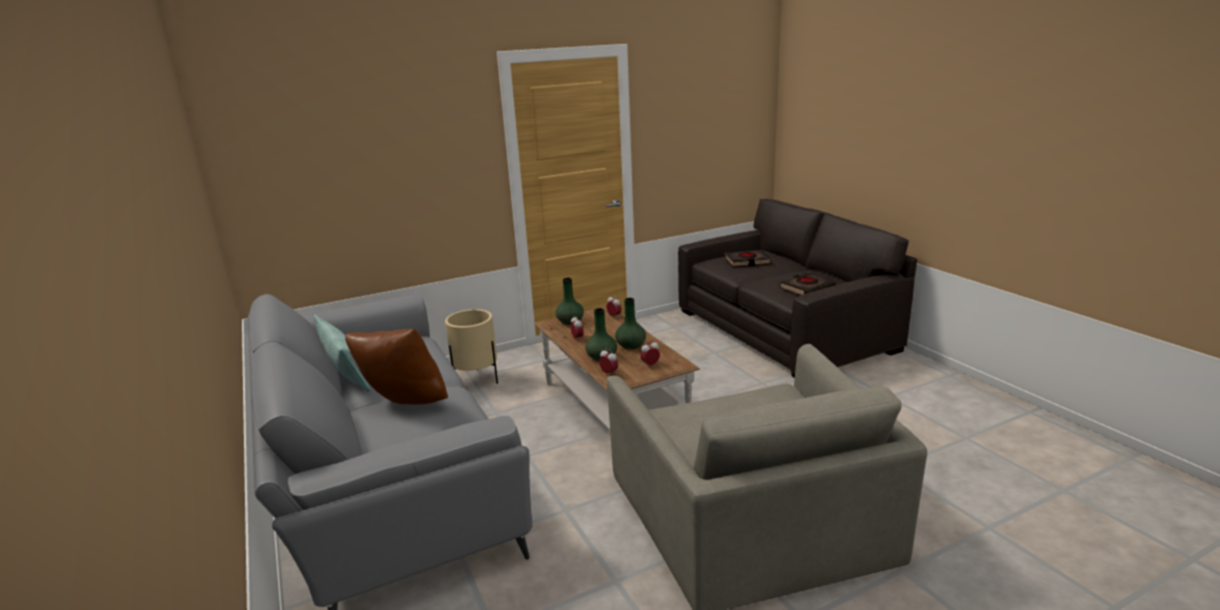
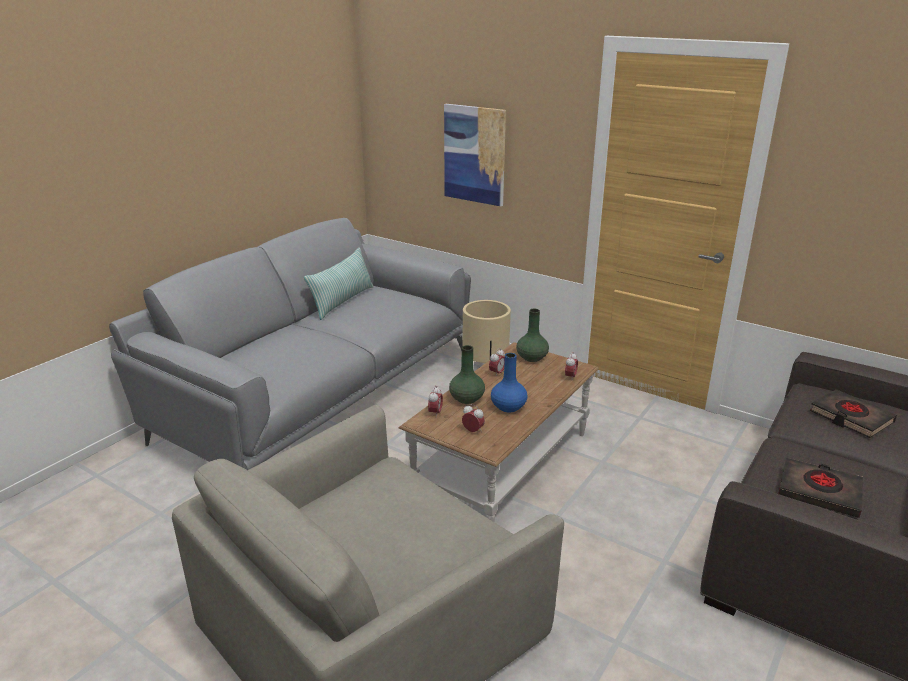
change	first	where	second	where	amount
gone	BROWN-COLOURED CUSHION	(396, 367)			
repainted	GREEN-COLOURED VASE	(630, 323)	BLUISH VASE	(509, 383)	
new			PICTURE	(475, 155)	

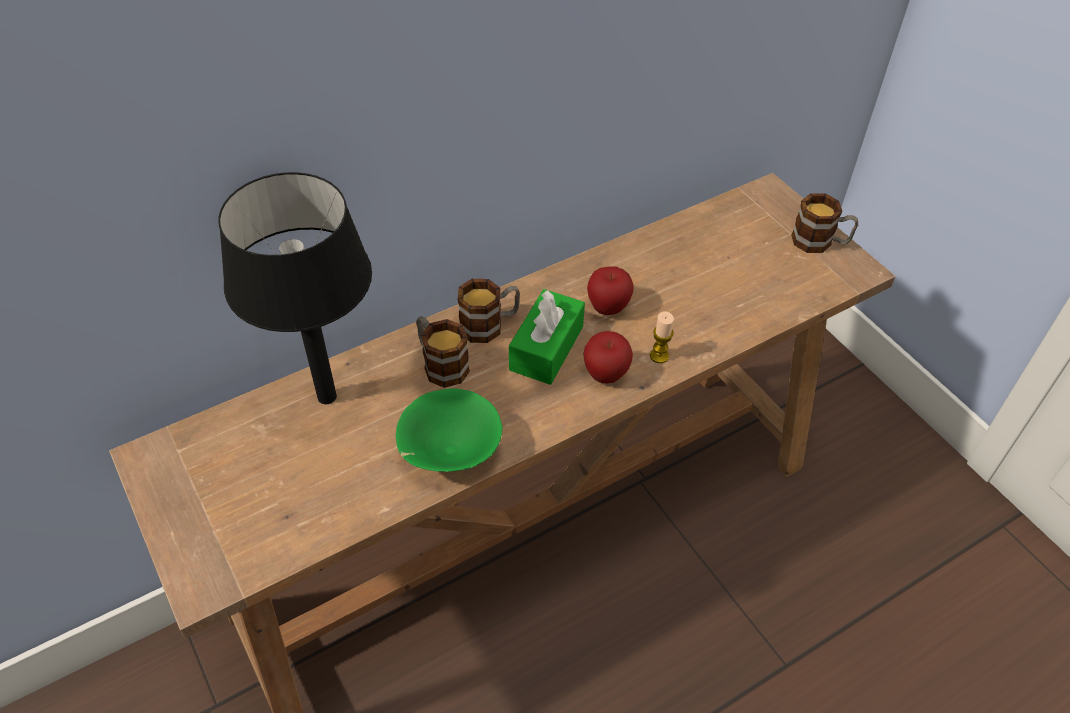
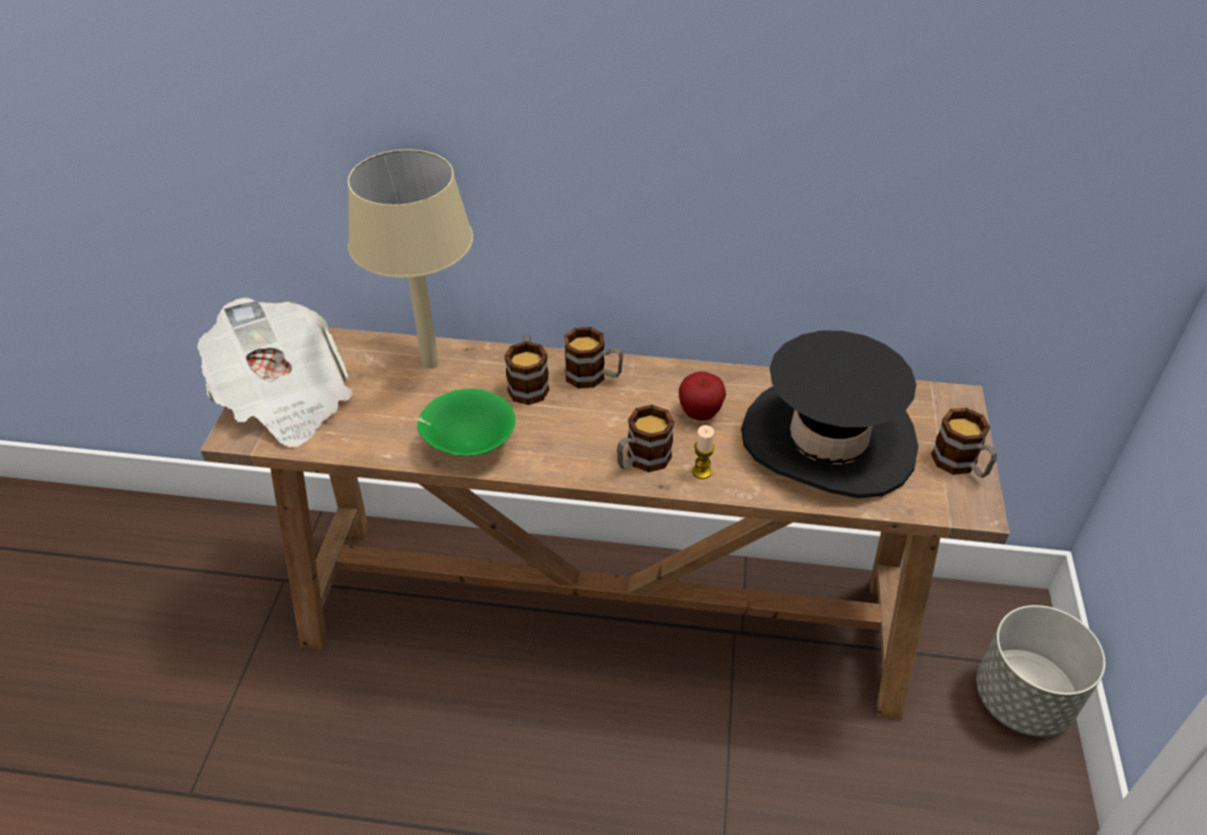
change	first	where	second	where	amount
repainted	BLACK TABLE LAMP	(295, 288)	SAND-COLOURED TABLE LAMP	(410, 259)	
gone	GREEN-COLOURED BOX OF TISSUES	(547, 337)			
swapped	WHOLE APPLE	(608, 357)	MUG	(645, 438)	
new			PRINTED PAPER	(275, 372)	
new			BLACK CLOTHING HAT	(829, 414)	
new			GRAY PLANT POT	(1040, 671)	

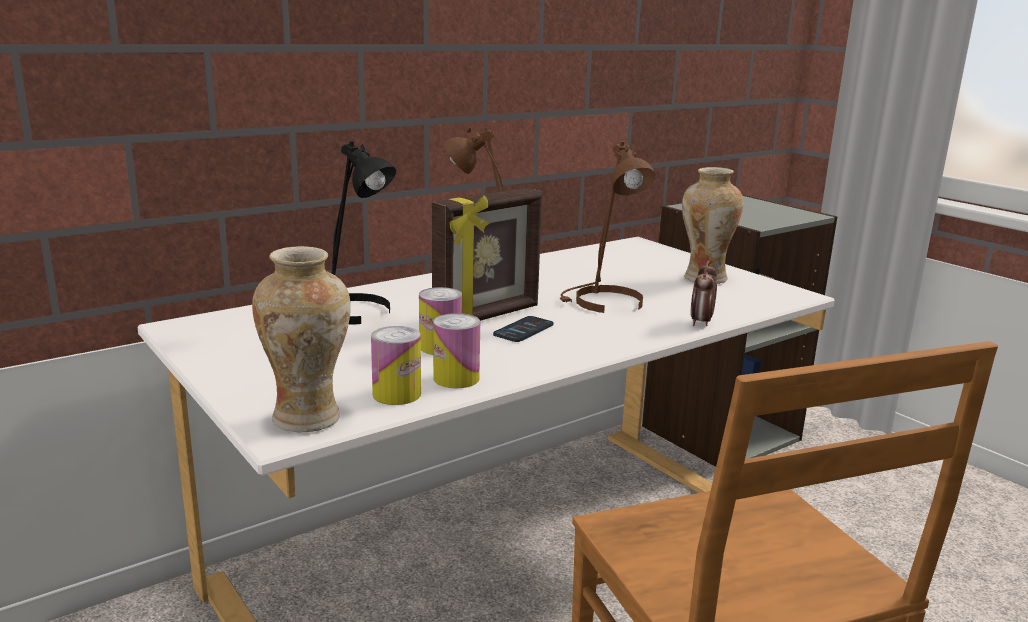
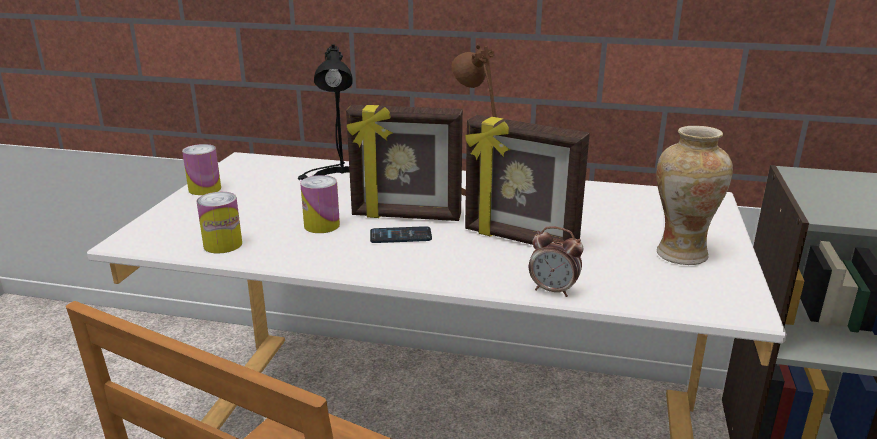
change	first	where	second	where	amount
gone	VASE	(301, 339)			
shifted	METAL CAN	(456, 350)		(201, 169)	
swapped	BROWN-COLOURED TABLE LAMP	(608, 227)	PHOTO FRAME	(527, 180)	
rotated	TABLE CLOCK	(703, 293)		(556, 261)	135 degrees counterclockwise

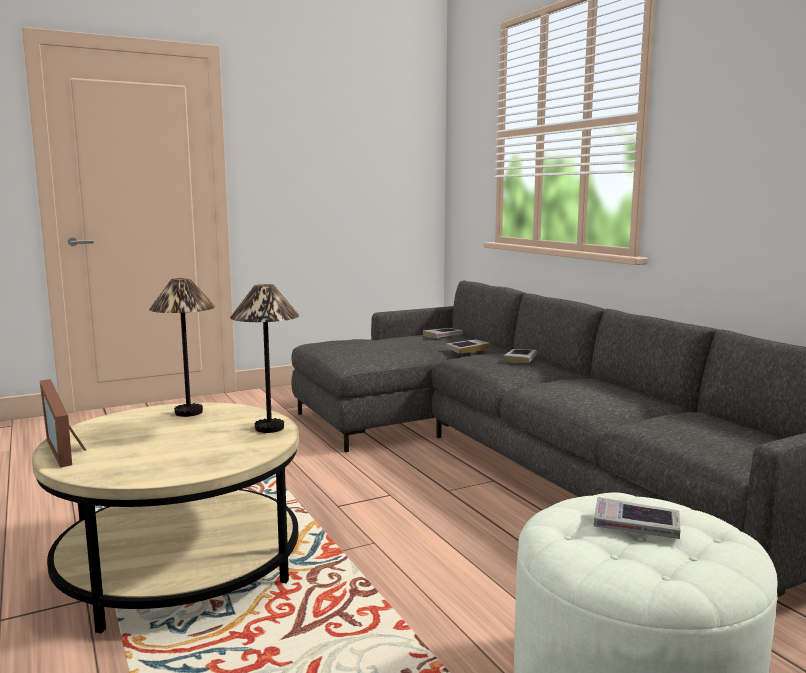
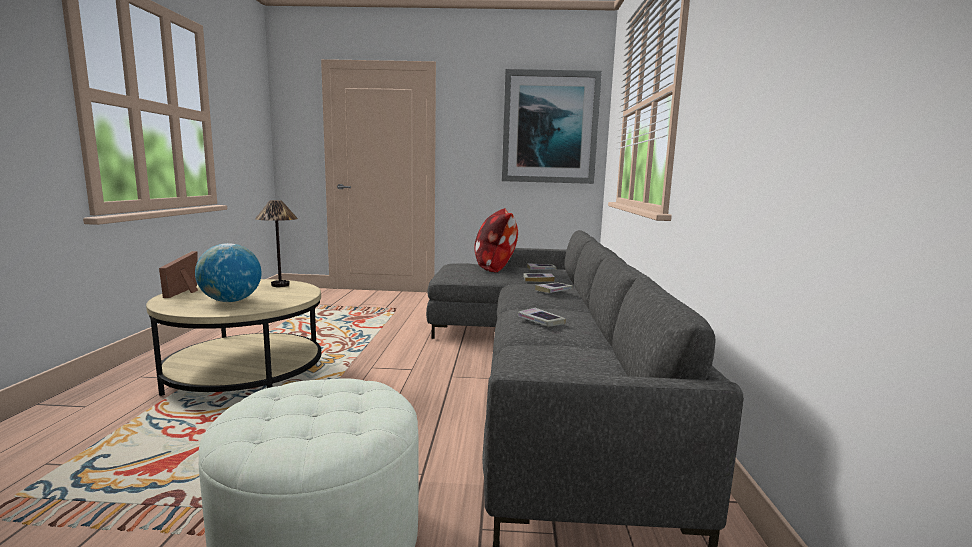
change	first	where	second	where	amount
gone	TABLE LAMP	(265, 358)			
shifted	BOUND BOOK	(637, 518)		(542, 317)	
new			DESK GLOBE	(228, 272)	
new			CUSHION	(496, 240)	
new			PICTURE	(552, 126)	

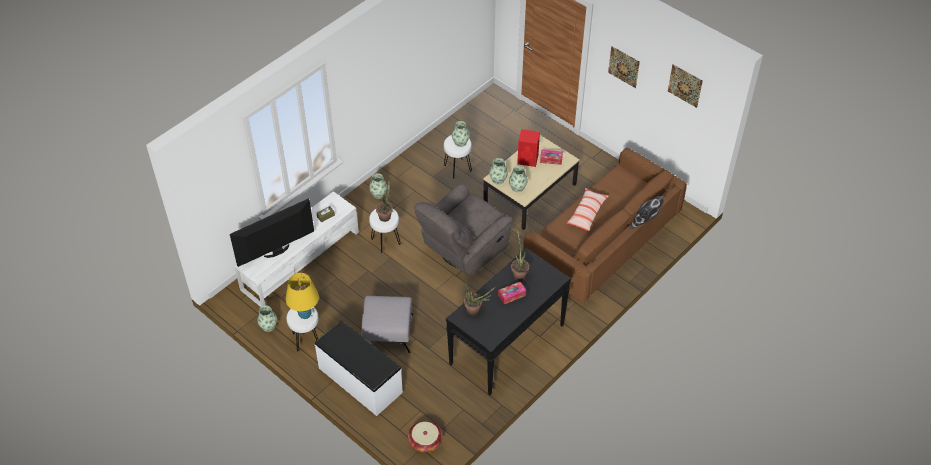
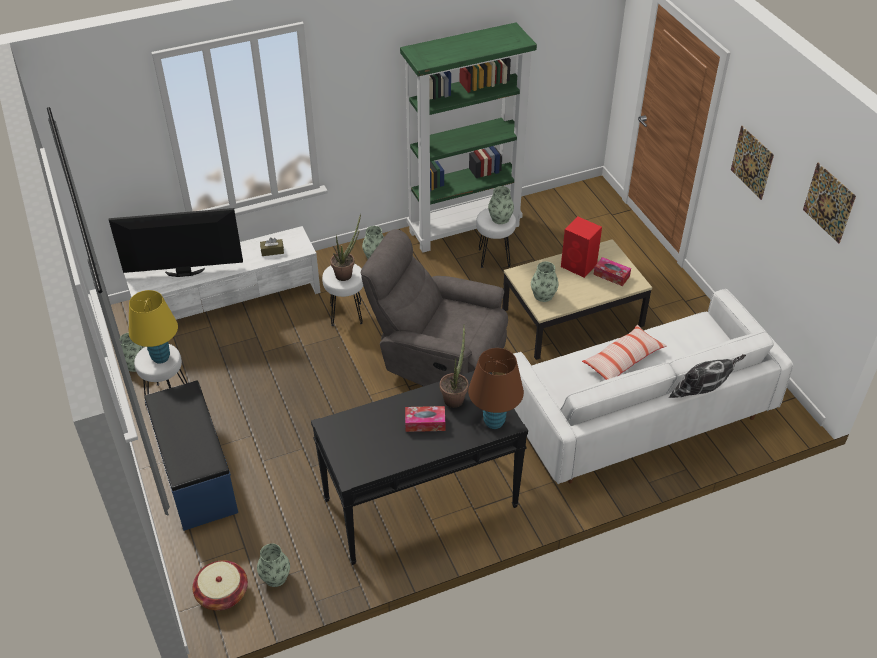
change	first	where	second	where	amount
repainted	WHITISH INDOOR BENCH	(359, 368)	BLUISH INDOOR BENCH	(191, 456)	
gone	GRAY POUFFE	(387, 324)			
rotated	GRAY EASY CHAIR	(463, 230)		(434, 307)	45 degrees clockwise
gone	PLANT IN A POT	(479, 299)			
shifted	VASE	(498, 171)		(273, 565)	
repainted	BROWN-COLOURED COUCH	(605, 225)	WHITISH COUCH	(653, 386)	
new			GREEN-COLOURED SHELVING UNIT	(468, 138)	
new			BROWN-COLOURED TABLE LAMP	(496, 388)	

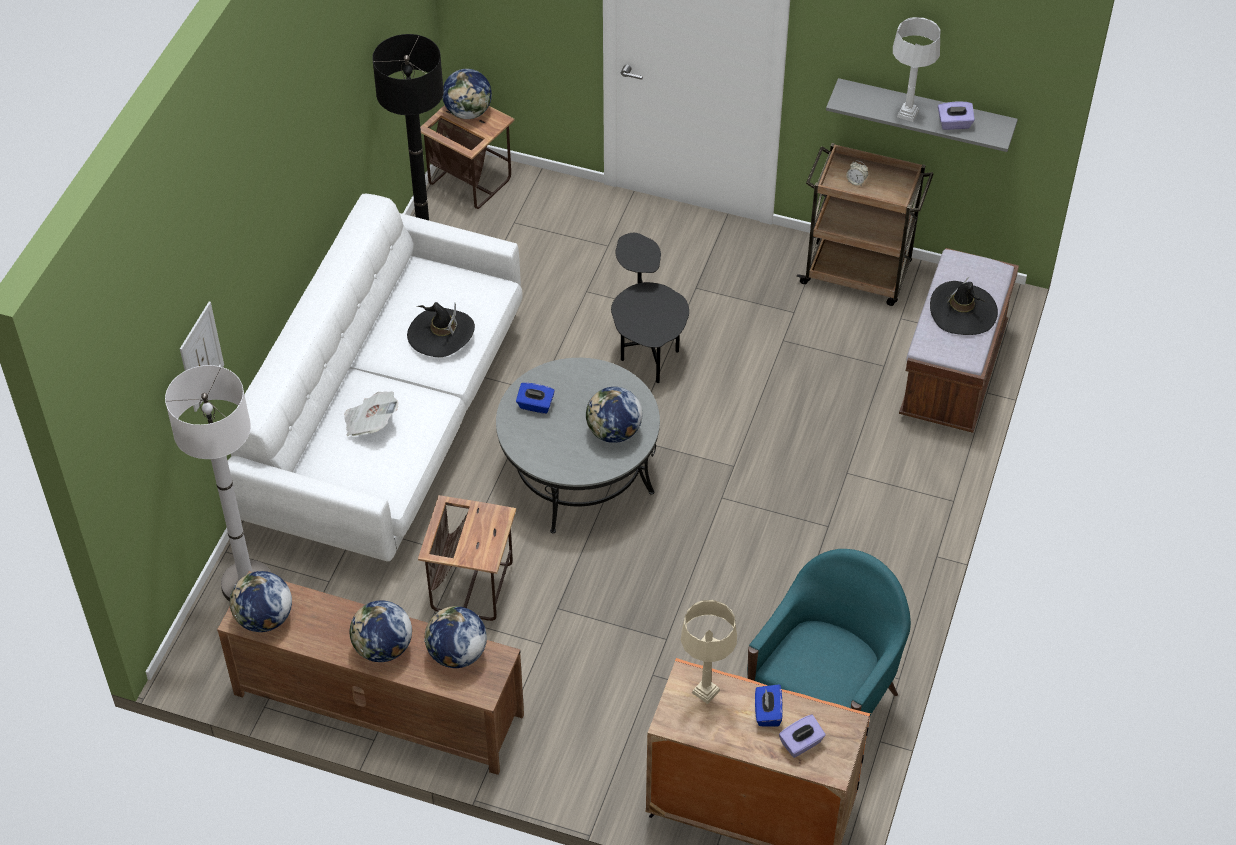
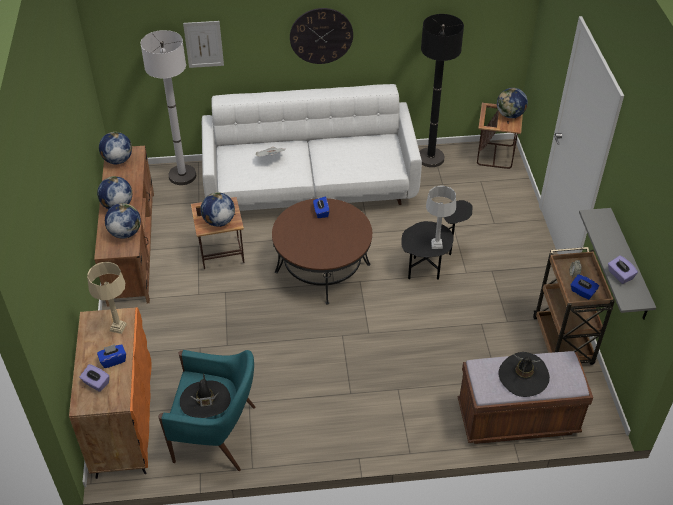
change	first	where	second	where	amount
shifted	BLACK CLOTHING HAT	(441, 329)		(205, 395)	
repainted	GRAY LOW TABLE	(578, 445)	BROWN-COLOURED LOW TABLE	(322, 251)	
shifted	DESK GLOBE	(614, 415)		(218, 209)	
shifted	GRAY TABLE LAMP	(916, 69)		(441, 217)	
new			WALL CLOCK	(321, 36)	
new			BLUISH BOX OF TISSUES	(585, 287)	

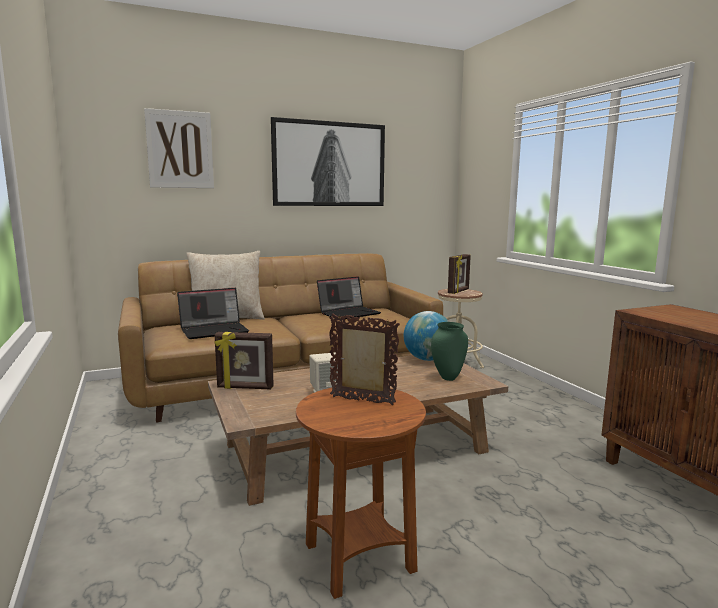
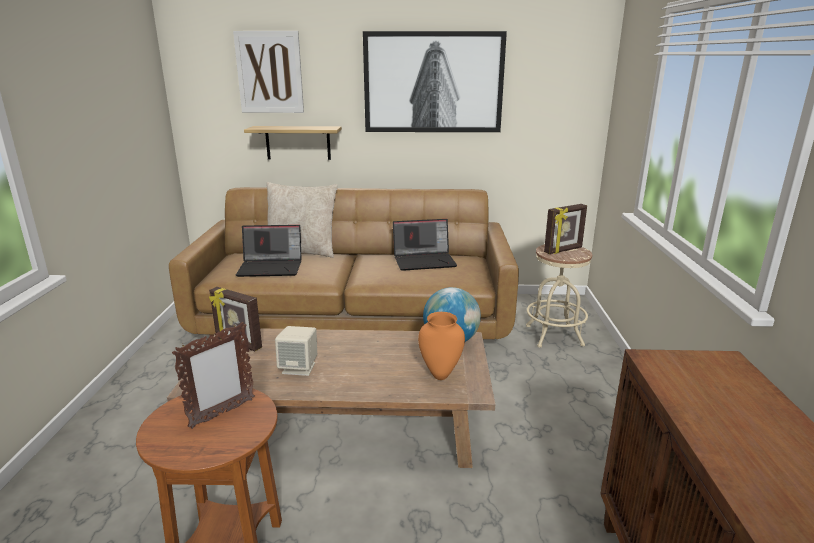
change	first	where	second	where	amount
rotated	PHOTO FRAME	(364, 359)		(213, 375)	90 degrees clockwise
repainted	GREEN-COLOURED VASE	(449, 351)	ORANGE-COLOURED VASE	(441, 346)	
new			BRACKET SHELF	(293, 143)	

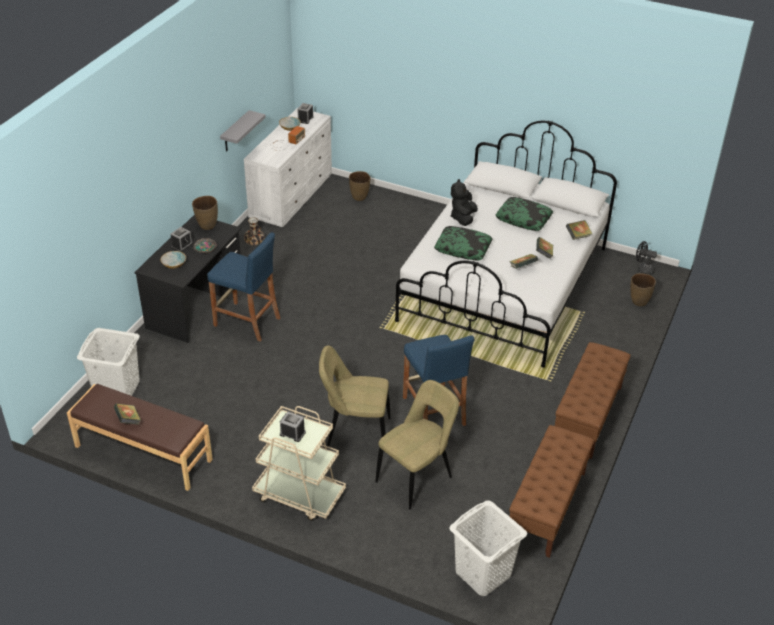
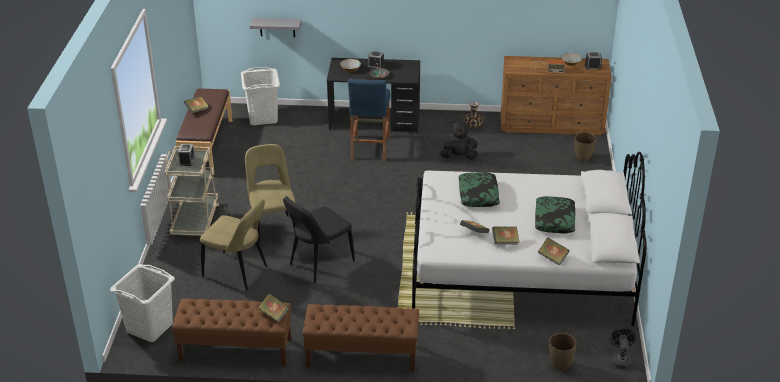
change	first	where	second	where	amount
gone	BROWN-COLOURED VASE	(205, 213)			
shifted	GRAY BRACKET SHELF	(243, 130)		(275, 27)	
repainted	WHITISH CHEST OF DRAWERS	(288, 167)	BROWN-COLOURED CHEST OF DRAWERS	(556, 95)	
swapped	BLUISH STOOL SEAT	(438, 380)	BLACK PLAIN CHAIR	(319, 239)	
shifted	BLACK CUDDLY TOY	(464, 202)		(459, 140)	
new			BOUND BOOK	(274, 307)	

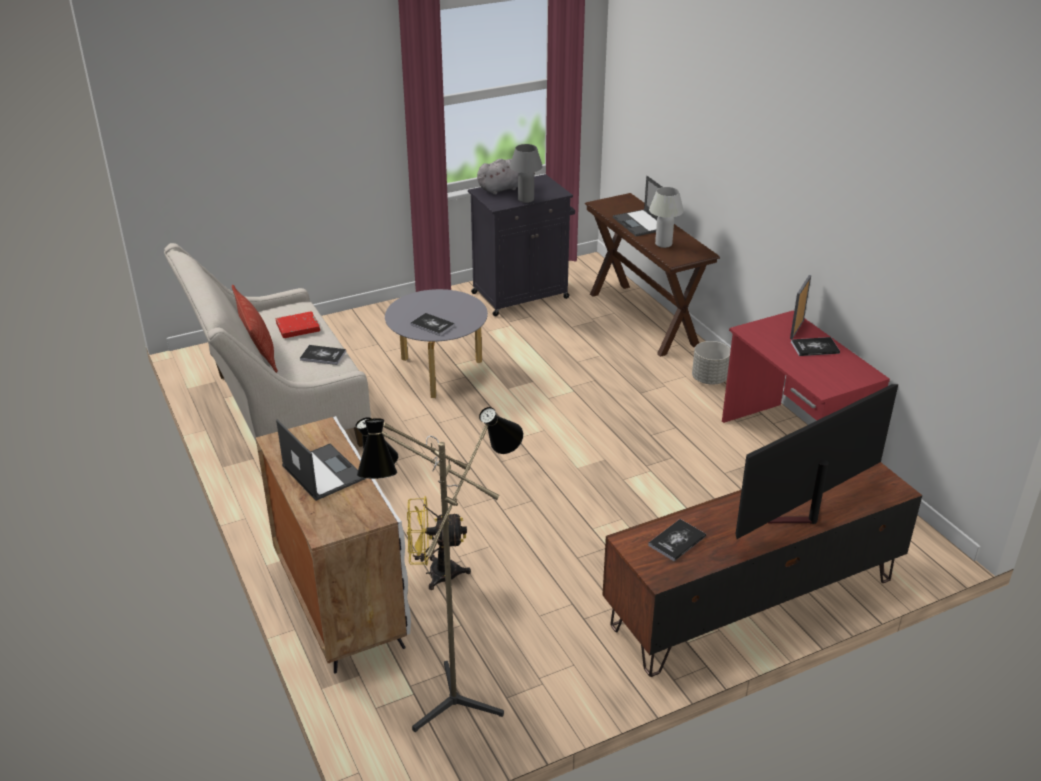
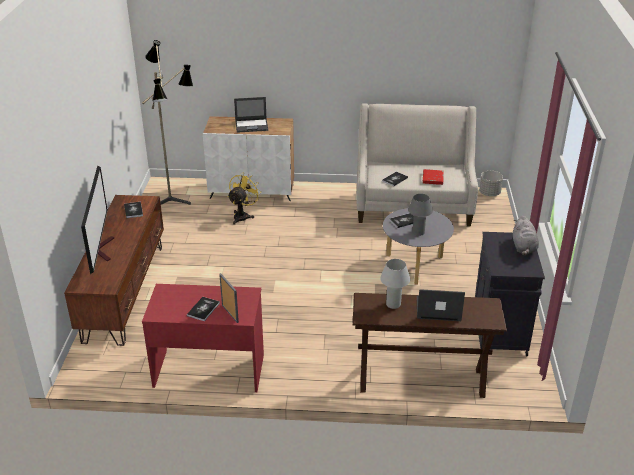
change	first	where	second	where	amount
gone	CUSHION	(255, 328)			
shifted	GRAY TABLE LAMP	(526, 173)		(420, 215)	
shifted	GRAY PLANT POT	(711, 363)		(491, 183)	

